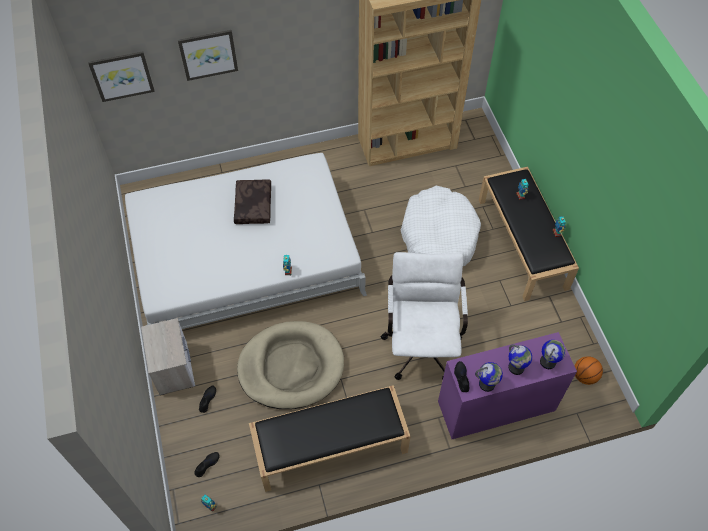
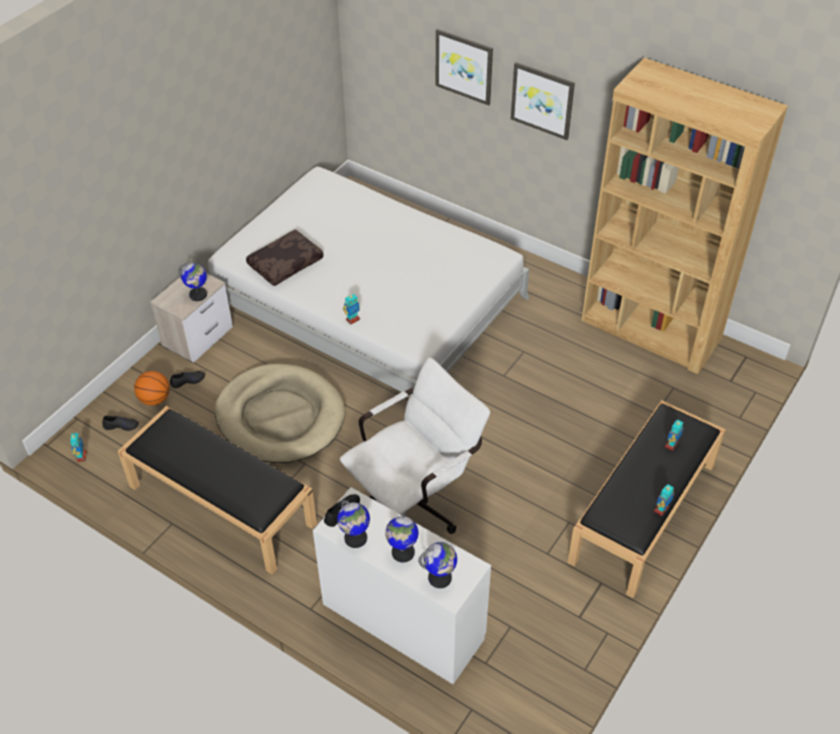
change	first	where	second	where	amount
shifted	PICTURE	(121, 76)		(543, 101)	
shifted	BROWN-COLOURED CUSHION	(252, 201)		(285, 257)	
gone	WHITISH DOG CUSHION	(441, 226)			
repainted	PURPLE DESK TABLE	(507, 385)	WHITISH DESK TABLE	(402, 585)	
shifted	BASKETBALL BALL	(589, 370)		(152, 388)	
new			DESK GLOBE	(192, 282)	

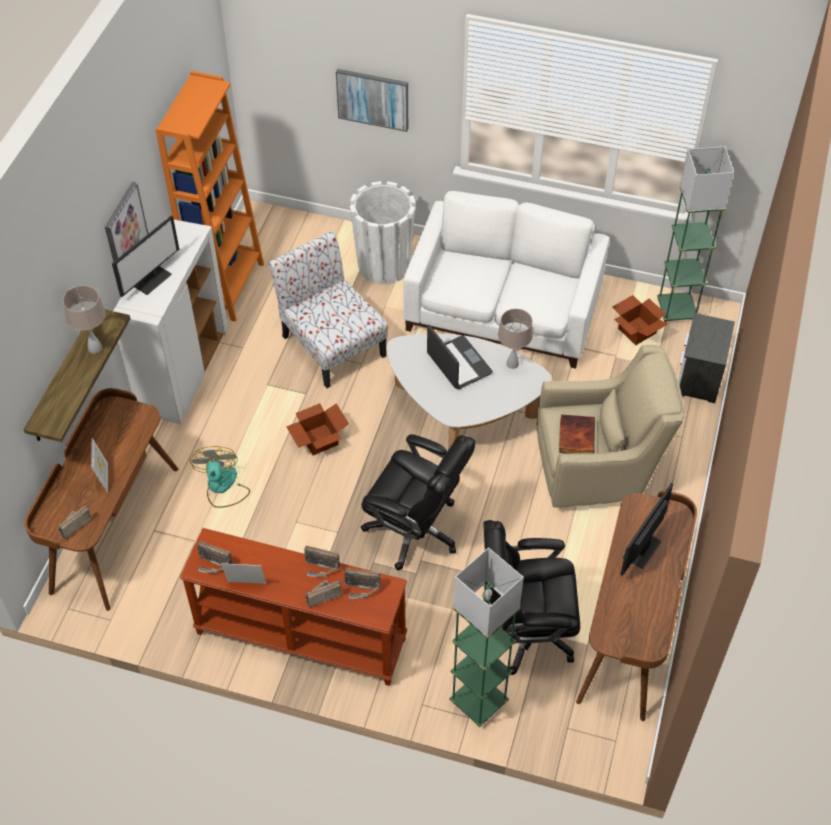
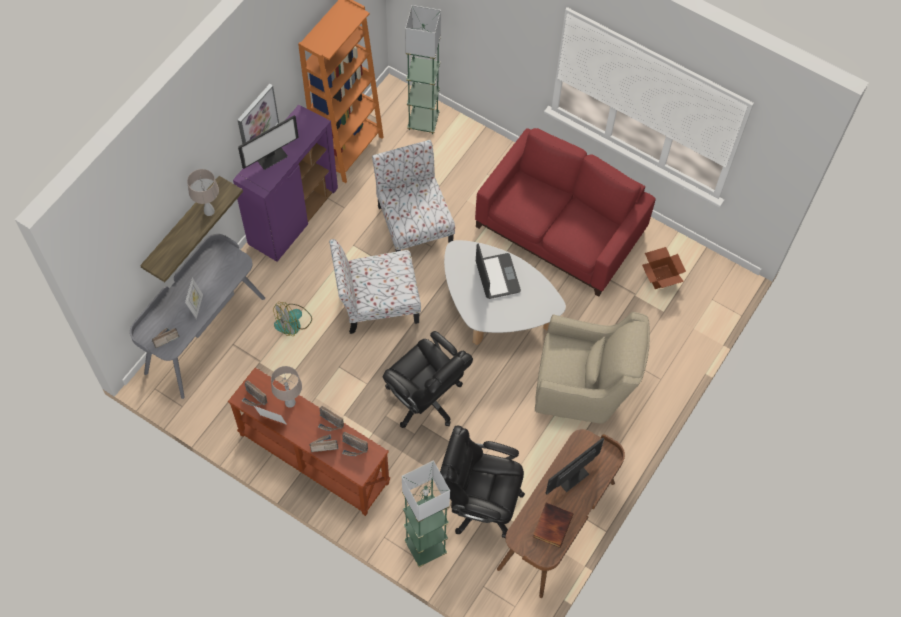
change	first	where	second	where	amount
repainted	BROWN-COLOURED DESK TABLE	(101, 499)	GRAY DESK TABLE	(197, 316)	
repainted	WHITISH CABINET	(170, 321)	PURPLE CABINET	(285, 183)	
rotated	ELECTRIC FAN	(220, 477)		(292, 319)	135 degrees counterclockwise
swapped	CARDBOARD BOX	(317, 429)	PLAIN CHAIR	(375, 286)	
gone	PICTURE	(372, 100)			
gone	WHITISH PLANT POT	(383, 233)			
repainted	WHITISH COUCH	(506, 280)	REDDISH COUCH	(565, 212)	
shifted	SAND-COLOURED TABLE LAMP	(515, 339)		(286, 387)	
shifted	BOUND BOOK	(577, 433)		(553, 525)	
shifted	GREEN-COLOURED STANDING LAMP	(695, 234)		(423, 69)	
gone	NIGHT TABLE	(706, 358)			

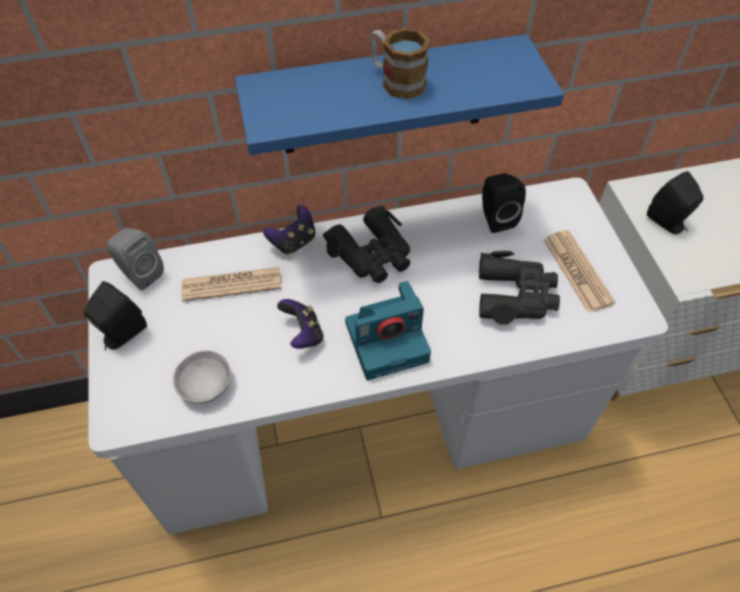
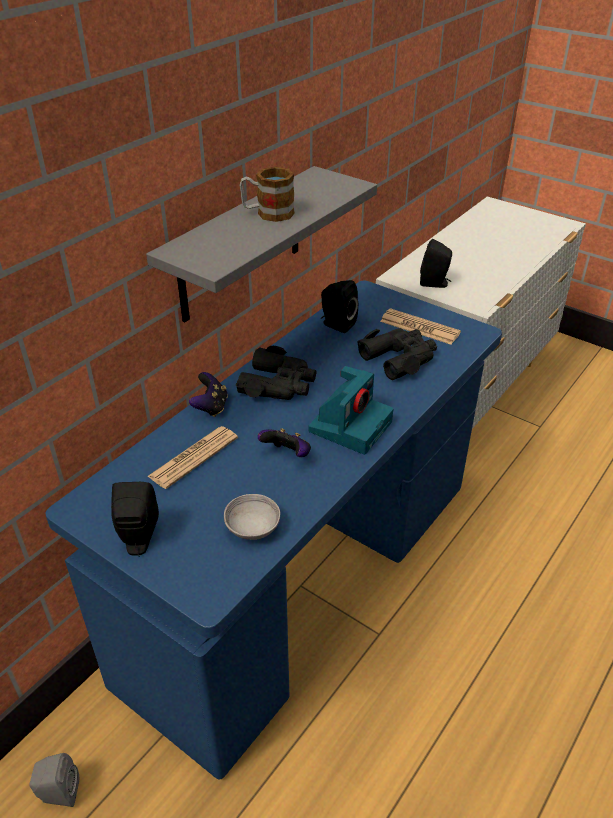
change	first	where	second	where	amount
repainted	WHITISH DESK TABLE	(378, 355)	BLUISH DESK TABLE	(273, 530)	
shifted	GRAY AUDIO SPEAKER	(135, 259)		(54, 780)	
repainted	BLUISH BRACKET SHELF	(399, 94)	GRAY BRACKET SHELF	(261, 244)	

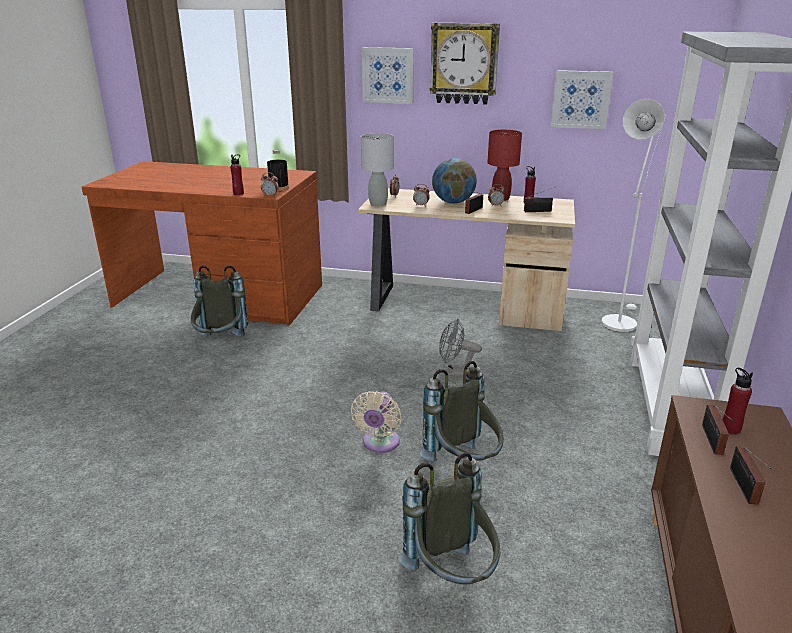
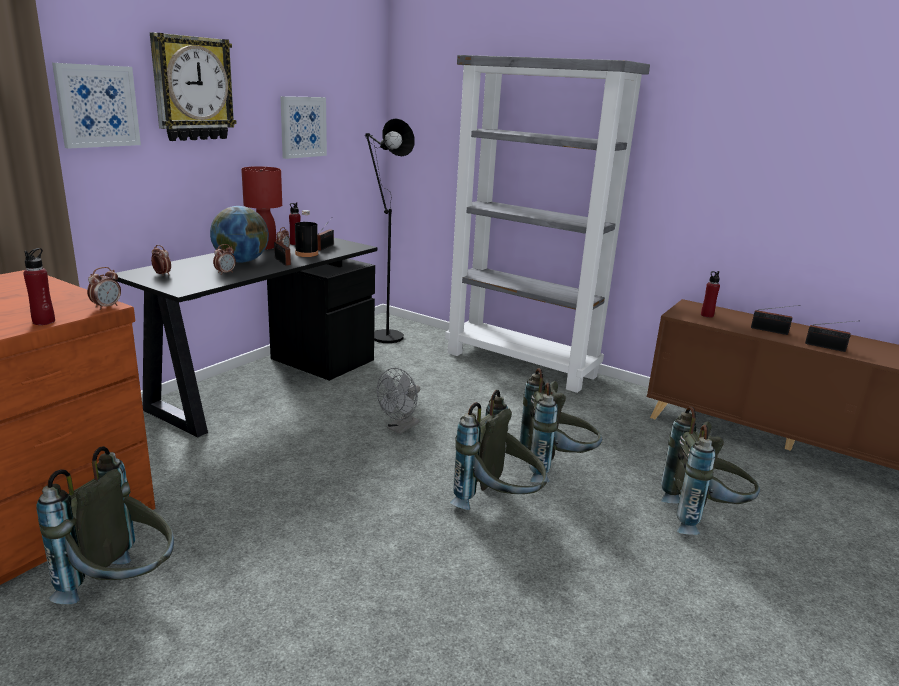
change	first	where	second	where	amount
shifted	BLACK DRINK BOTTLE	(278, 170)		(306, 233)	
swapped	SAND-COLOURED ELECTRIC FAN	(376, 422)	GRAY KNAPSACK	(498, 450)	
repainted	SAND-COLOURED DESK TABLE	(466, 259)	BLACK DESK TABLE	(243, 337)	
gone	GRAY TABLE LAMP	(377, 170)			
repainted	WHITISH STANDING LAMP	(633, 215)	BLACK STANDING LAMP	(390, 230)	
shifted	RADIO SET	(717, 430)		(829, 336)	

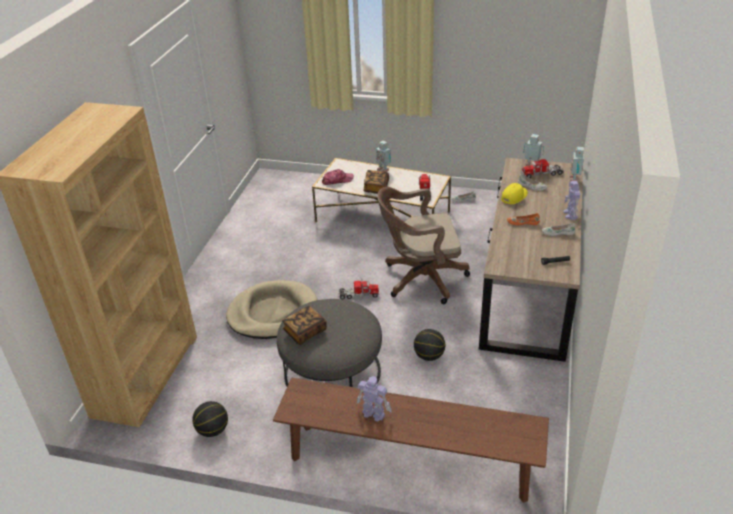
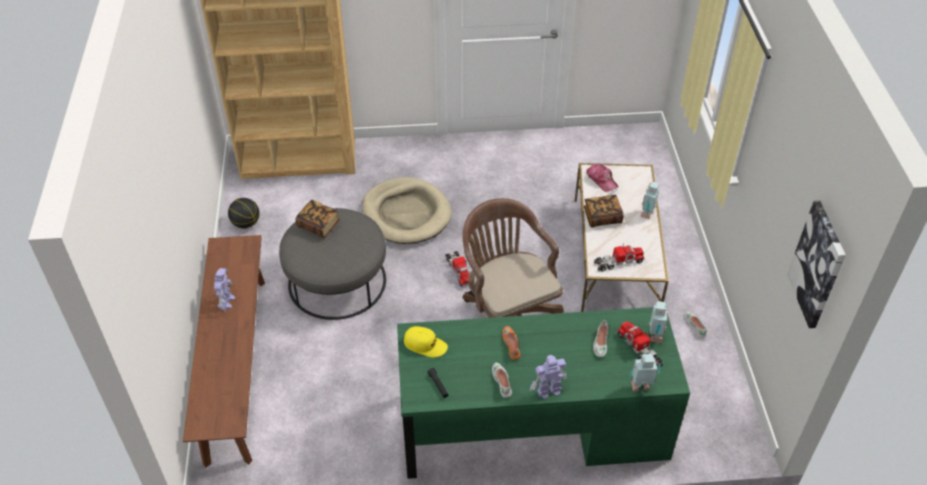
change	first	where	second	where	amount
gone	BASKETBALL BALL	(429, 345)			
repainted	BROWN-COLOURED DESK TABLE	(531, 260)	GREEN-COLOURED DESK TABLE	(543, 393)	
shifted	YELLOW-COLOURED BASEBALL CAP	(514, 193)		(426, 341)	
new			PICTURE	(816, 264)	

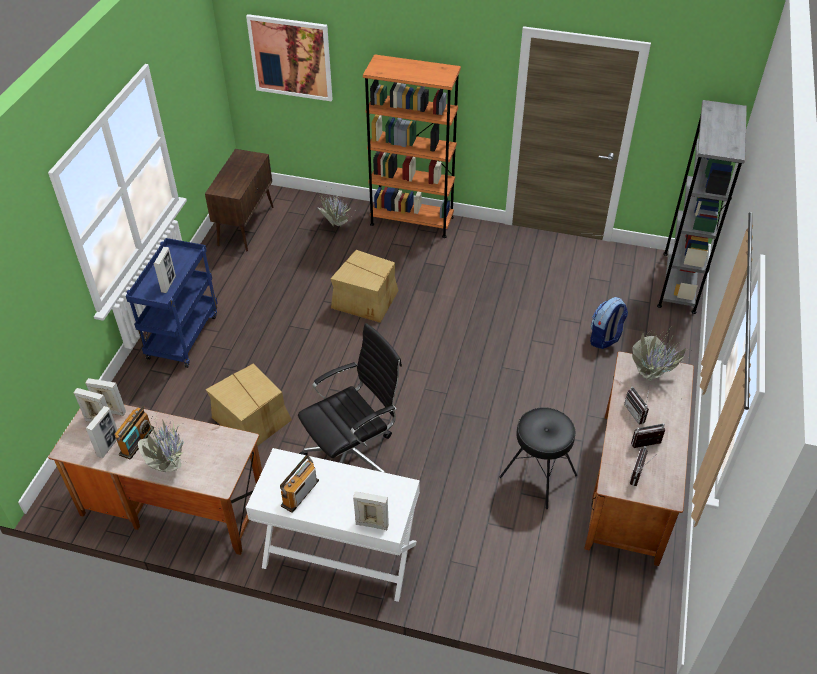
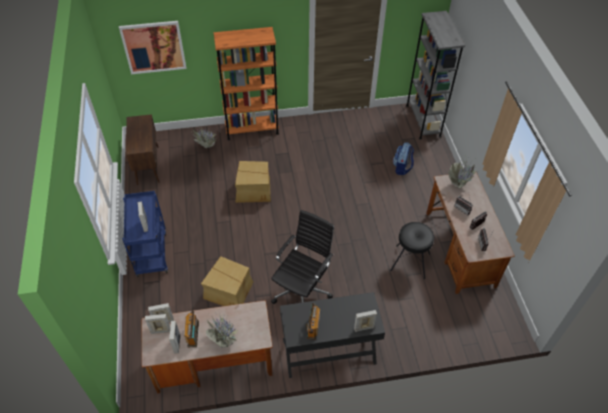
change	first	where	second	where	amount
repainted	WHITISH DESK TABLE	(333, 525)	BLACK DESK TABLE	(332, 335)	

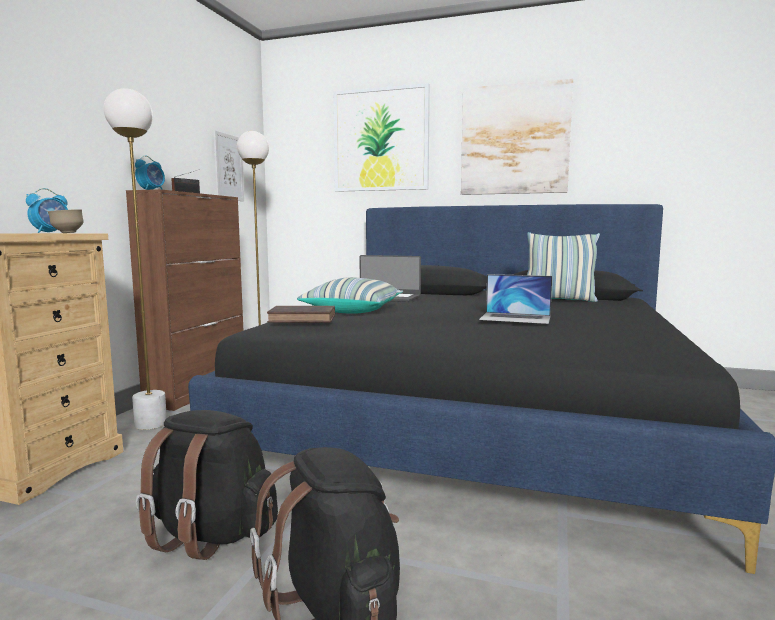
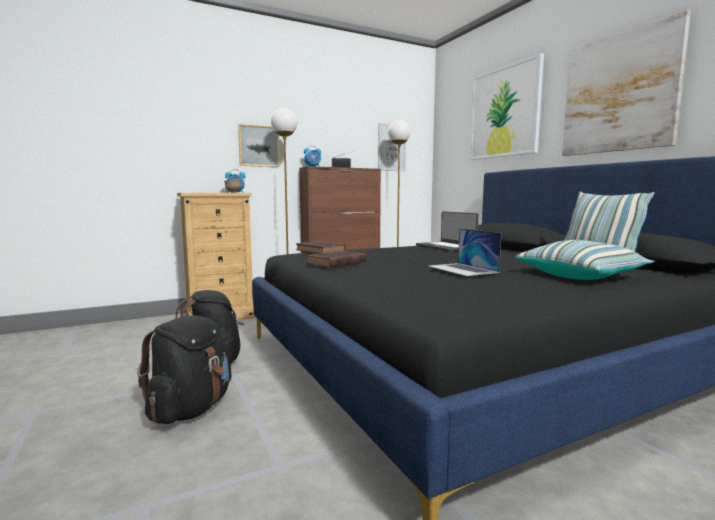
change	first	where	second	where	amount
shifted	CUSHION	(350, 295)		(584, 260)	
new			PICTURE	(258, 145)	
new			BROWN-COLOURED BOUND BOOK	(336, 259)	

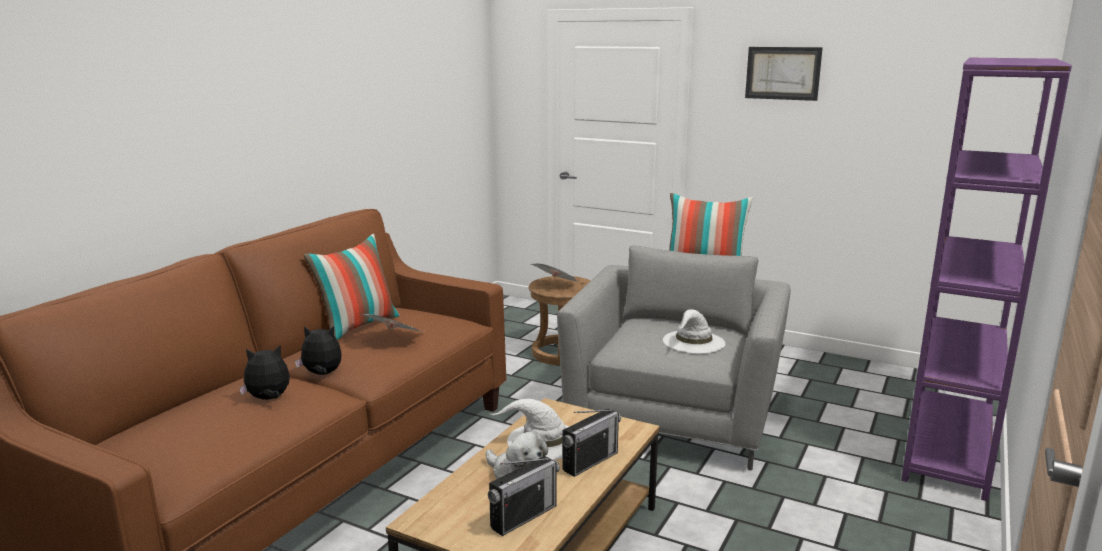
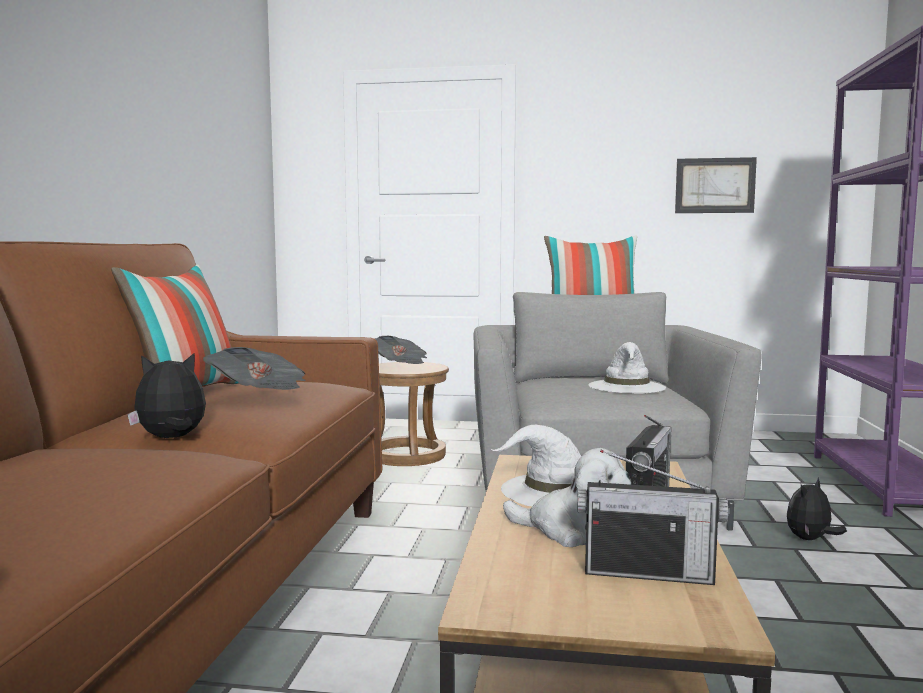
change	first	where	second	where	amount
shifted	CUDDLY TOY	(264, 372)		(817, 509)	
rotated	RADIO SET	(524, 496)		(652, 517)	75 degrees clockwise
shifted	PICTURE	(784, 74)		(716, 185)	

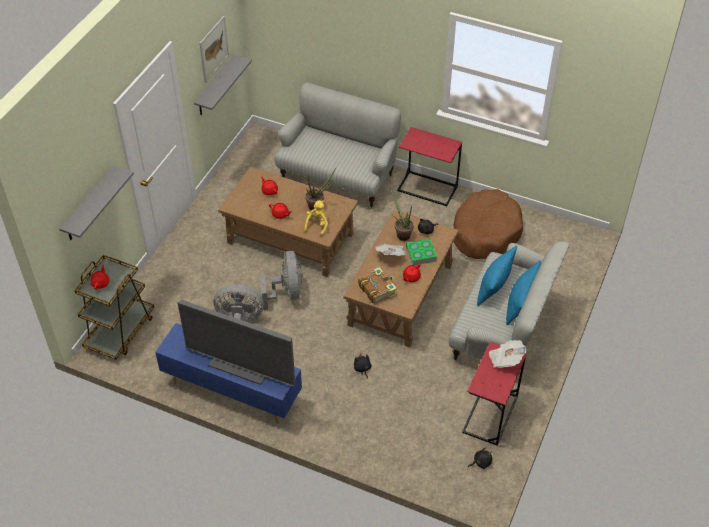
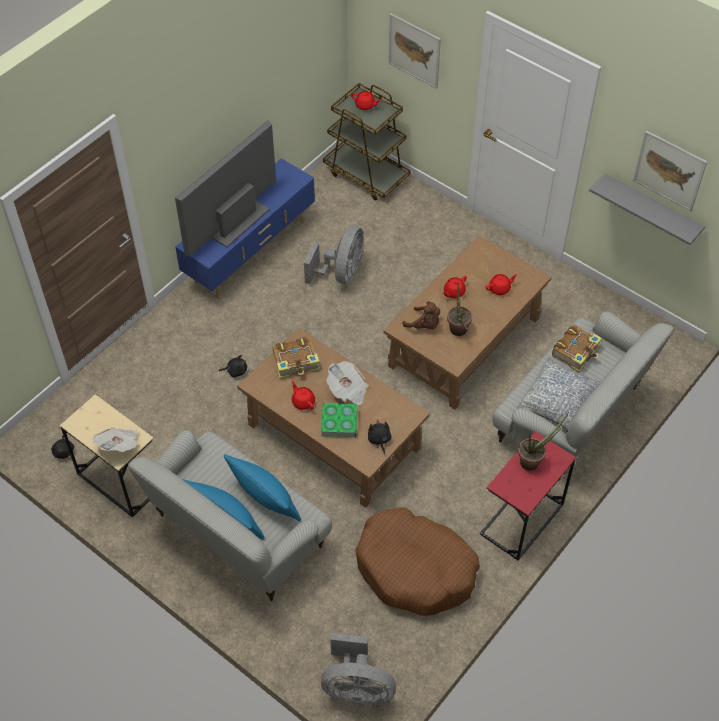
change	first	where	second	where	amount
swapped	GRAY BRACKET SHELF	(96, 203)	PICTURE	(414, 51)	
shifted	GRAY ELECTRIC FAN	(281, 280)		(358, 669)	
repainted	YELLOW-COLOURED CUDDLY TOY	(316, 218)	BROWN-COLOURED CUDDLY TOY	(421, 315)	
shifted	PLANT IN A POT	(402, 214)		(543, 441)	
repainted	REDDISH ACCENT TABLE	(494, 394)	SAND-COLOURED ACCENT TABLE	(107, 455)	
new			CUSHION	(558, 393)	
new			BOUND BOOK	(577, 348)	

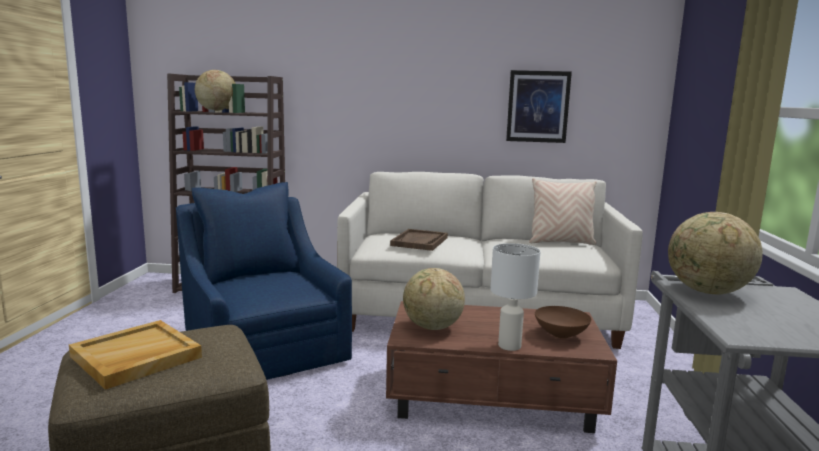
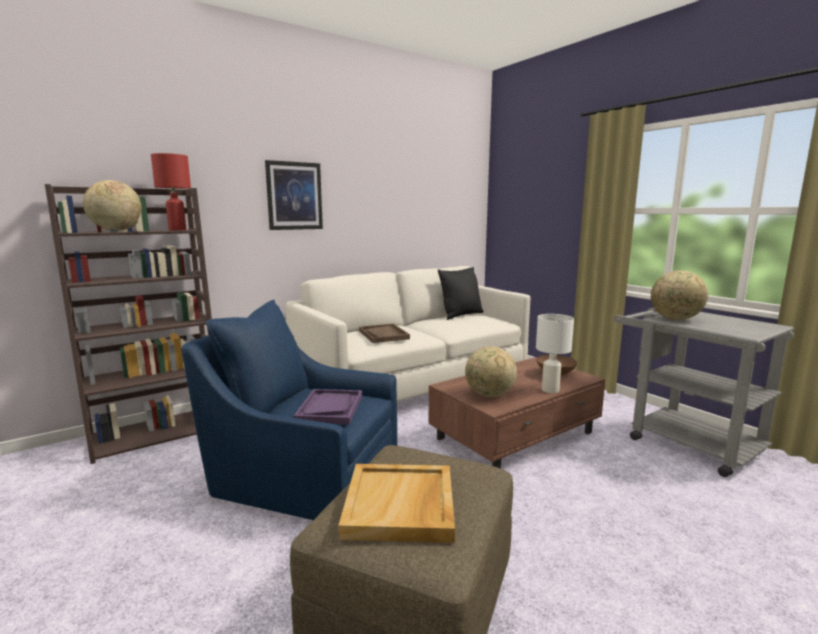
change	first	where	second	where	amount
shifted	PICTURE	(539, 106)		(294, 195)	
repainted	SAND-COLOURED CUSHION	(563, 211)	BLACK CUSHION	(460, 293)	
new			REDDISH TABLE LAMP	(171, 192)	
new			PURPLE CARRYING TRAY	(328, 406)	

